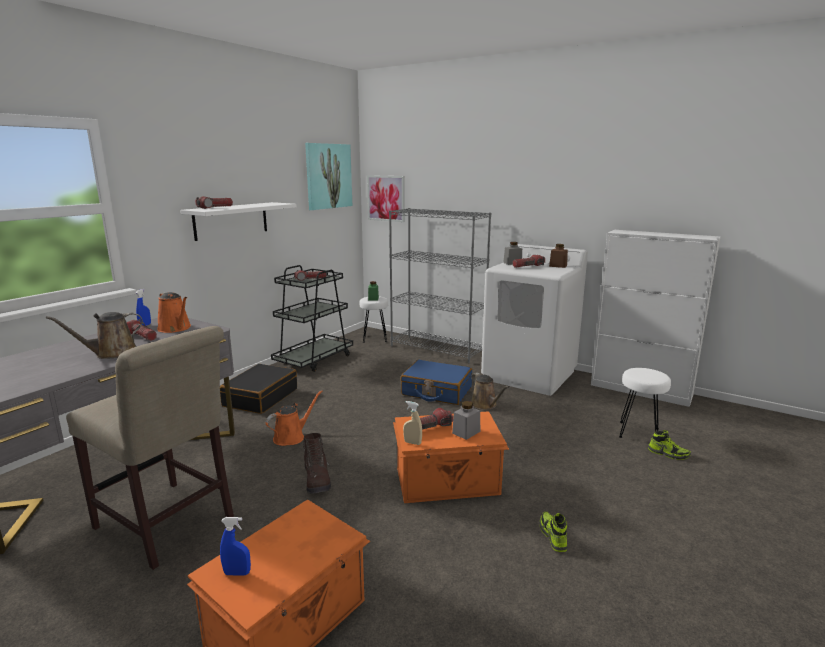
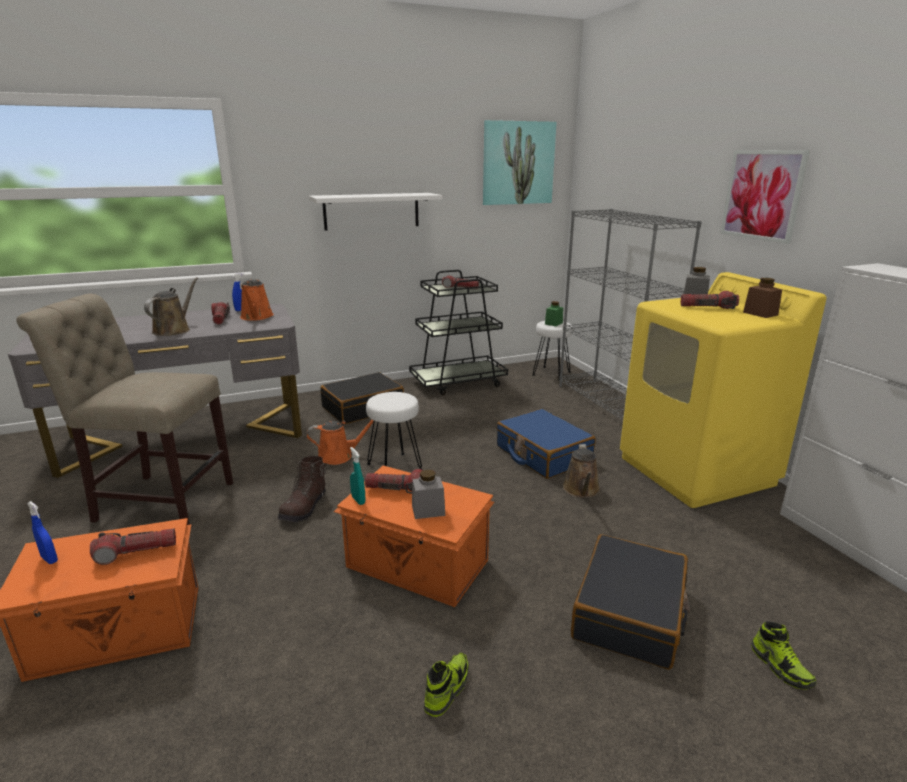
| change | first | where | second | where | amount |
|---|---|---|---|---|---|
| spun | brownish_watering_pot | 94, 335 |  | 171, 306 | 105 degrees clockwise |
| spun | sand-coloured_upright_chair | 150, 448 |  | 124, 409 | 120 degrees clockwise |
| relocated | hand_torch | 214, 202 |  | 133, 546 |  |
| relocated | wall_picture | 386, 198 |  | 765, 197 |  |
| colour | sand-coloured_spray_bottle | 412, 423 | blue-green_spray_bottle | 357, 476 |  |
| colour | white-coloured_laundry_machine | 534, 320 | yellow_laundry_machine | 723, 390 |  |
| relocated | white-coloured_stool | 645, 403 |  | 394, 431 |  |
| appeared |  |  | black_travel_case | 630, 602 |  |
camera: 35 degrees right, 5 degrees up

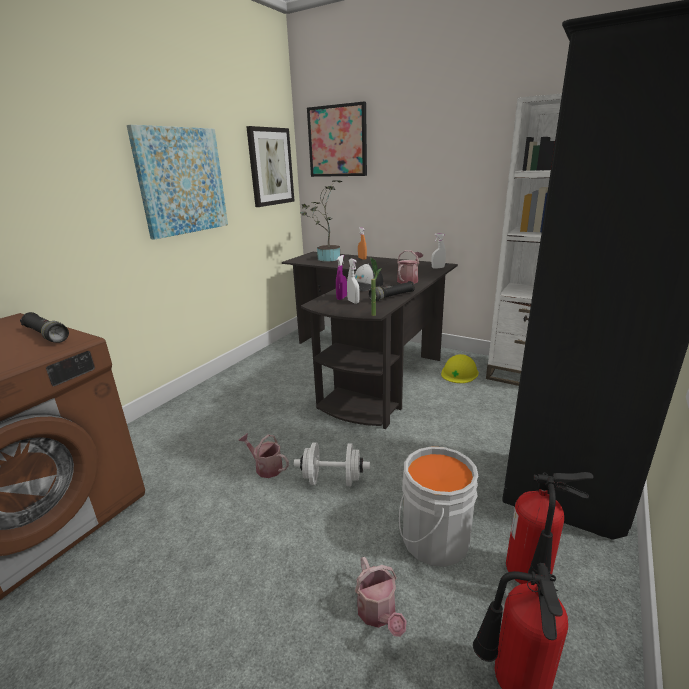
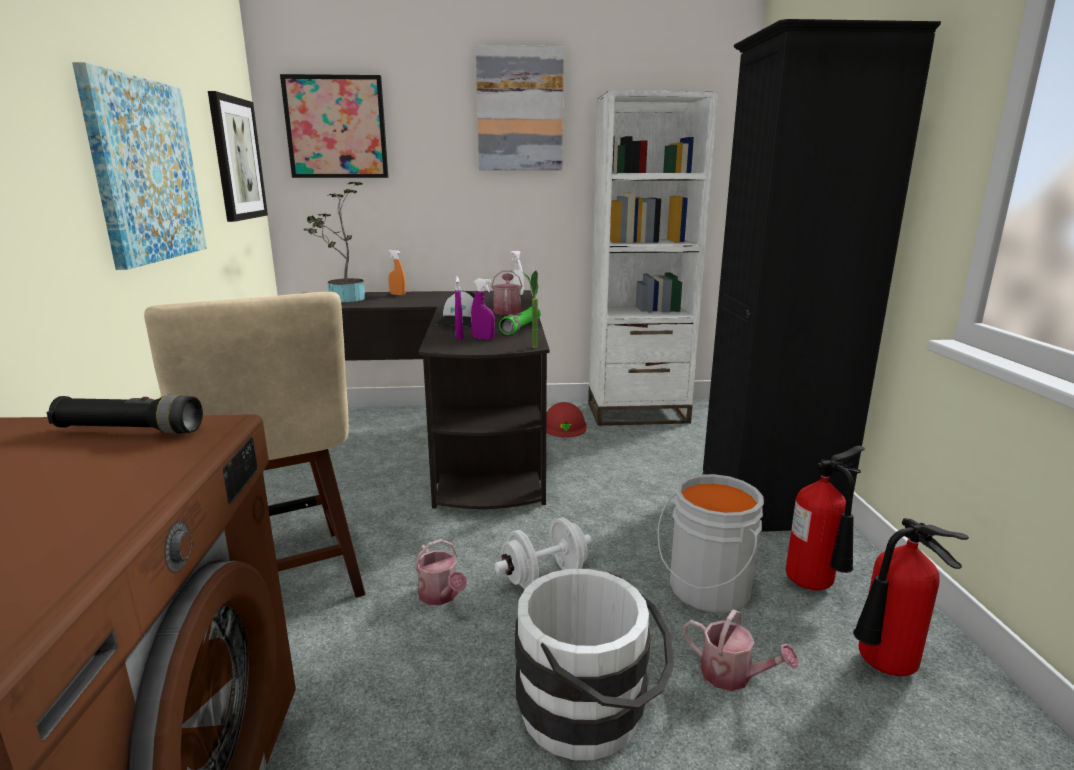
| change | first | where | second | where | amount |
|---|---|---|---|---|---|
| spun | watering_pot | 263, 455 |  | 441, 572 | 120 degrees counterclockwise |
| colour | white-coloured_spray_bottle | 353, 281 | purple-coloured_spray_bottle | 483, 309 |  |
| colour | black_hand_torch | 392, 291 | green-coloured_hand_torch | 519, 320 |  |
| colour | yellow_hard_hat | 460, 368 | red_hard_hat | 566, 419 |  |
| appeared |  |  | sand-coloured_stool | 254, 445 |  |
| appeared |  |  | wall_picture | 520, 107 |  |
| appeared |  |  | white-coloured_bucket | 594, 664 |  |
camera: 35 degrees left, 5 degrees down

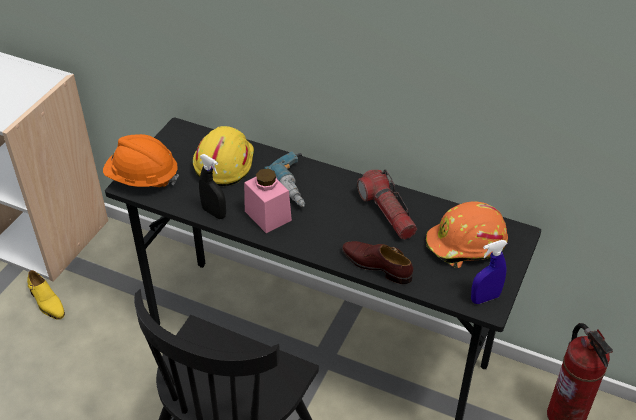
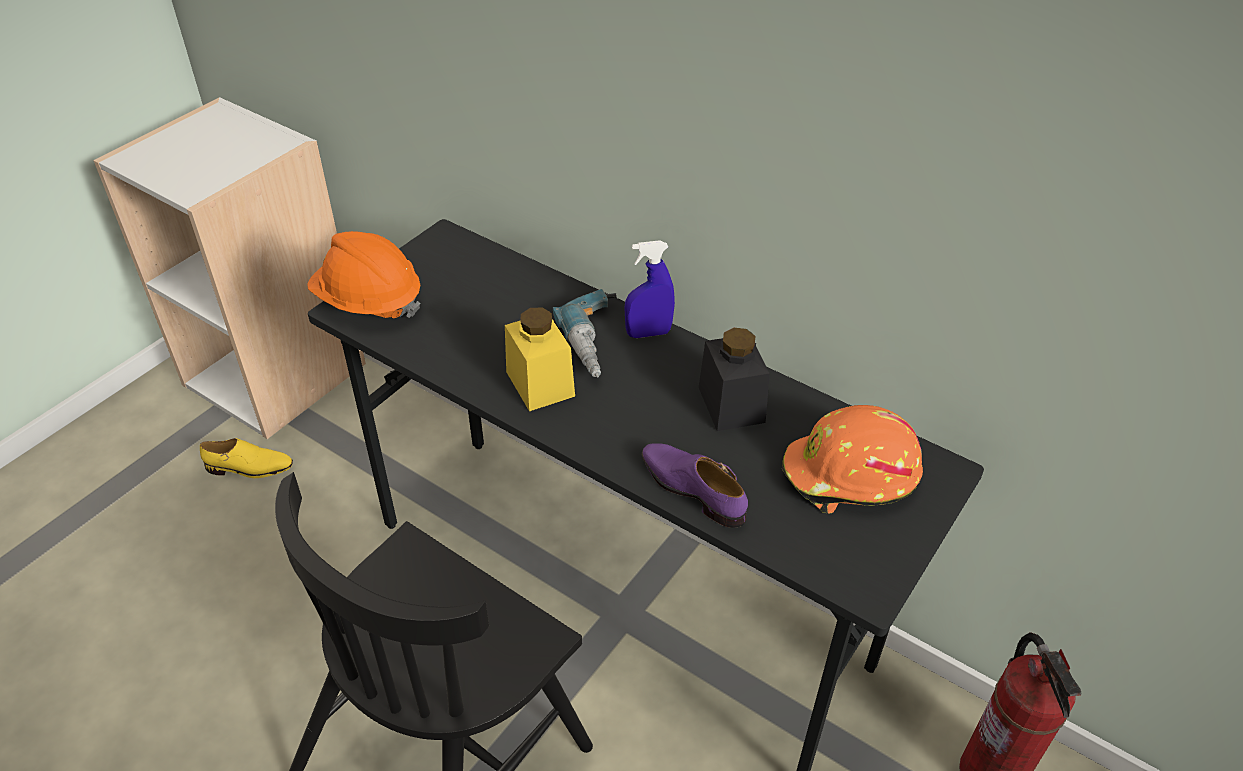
| change | first | where | second | where | amount |
|---|---|---|---|---|---|
| spun | yellow_low_shoe | 46, 295 |  | 246, 458 | 60 degrees counterclockwise |
| missing | yellow_hard_hat | 223, 156 |  |  |  |
| missing | black_spray_bottle | 212, 186 |  |  |  |
| colour | pinkish_jar | 268, 200 | yellow_jar | 540, 359 |  |
| colour | brownish_low_shoe | 377, 262 | purple-coloured_low_shoe | 695, 485 |  |
| exchanged | hand_torch | 387, 204 | black_jar | 734, 379 |  |
| relocated | bluish_spray_bottle | 489, 272 |  | 649, 289 |  |
camera: 10 degrees right, 0 degrees up

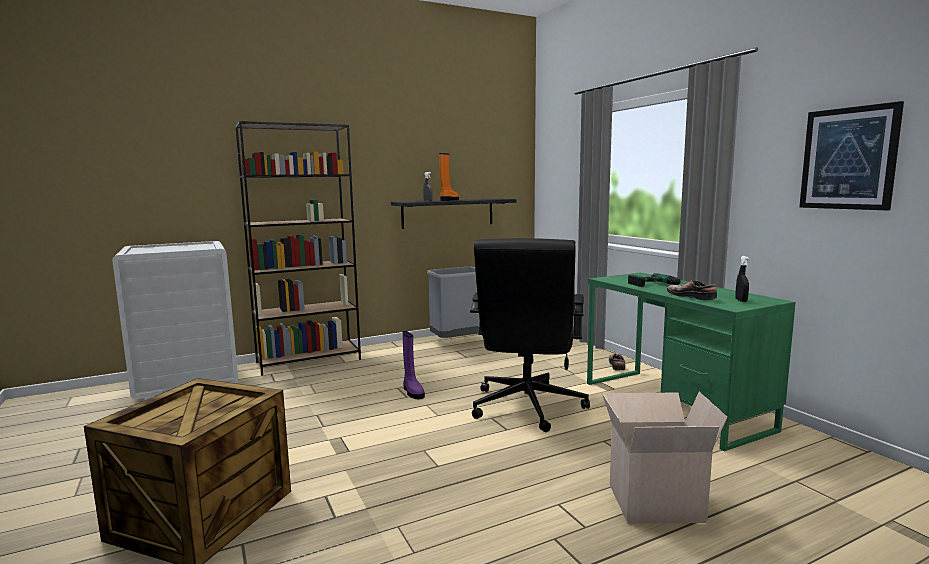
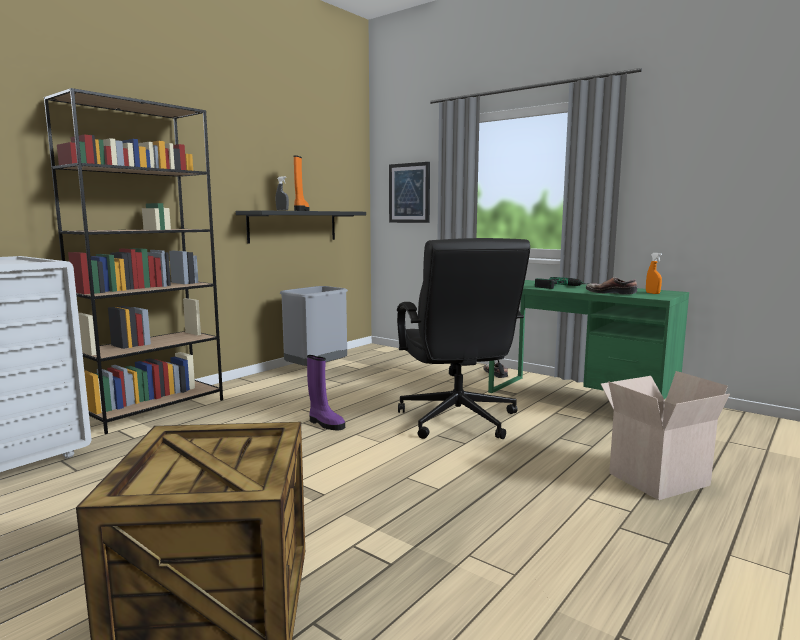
| change | first | where | second | where | amount |
|---|---|---|---|---|---|
| colour | black_spray_bottle | 742, 279 | orange_spray_bottle | 654, 273 |  |
| relocated | wall_picture | 851, 155 |  | 409, 192 |  |
camera: 25 degrees left, 0 degrees up

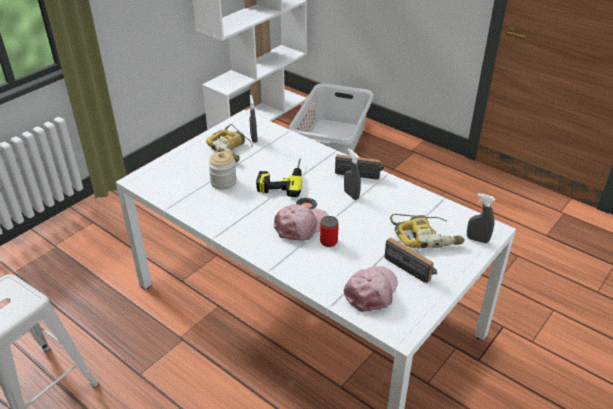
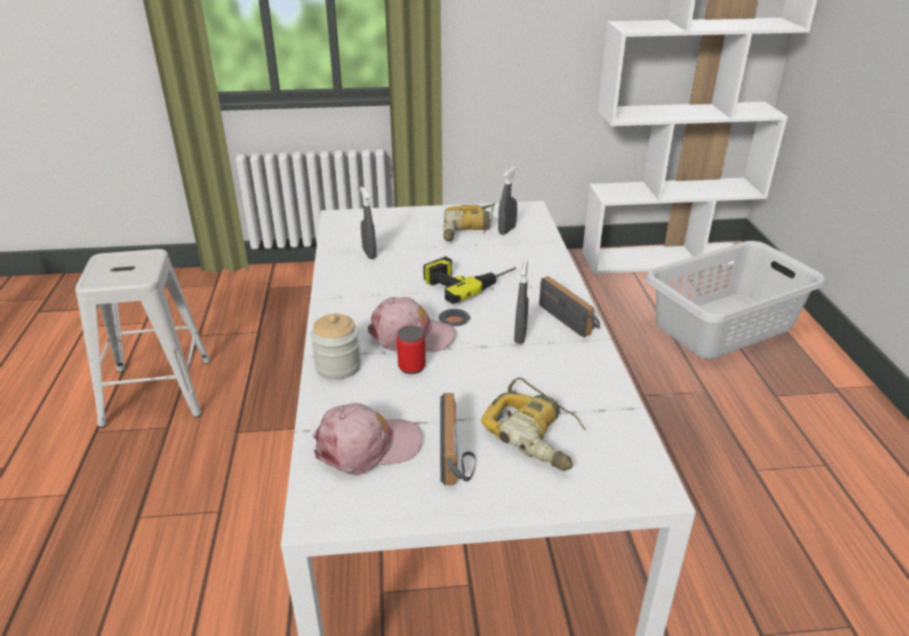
| change | first | where | second | where | amount |
|---|---|---|---|---|---|
| relocated | jar | 222, 171 |  | 336, 347 |  |
| relocated | greyish_spray_bottle | 481, 218 |  | 369, 223 |  |
camera: 45 degrees right, 5 degrees down

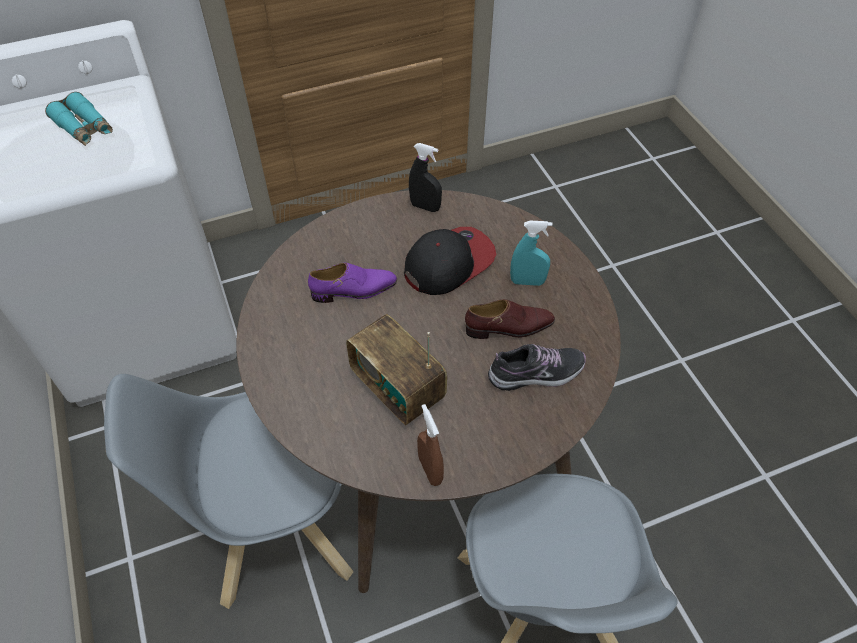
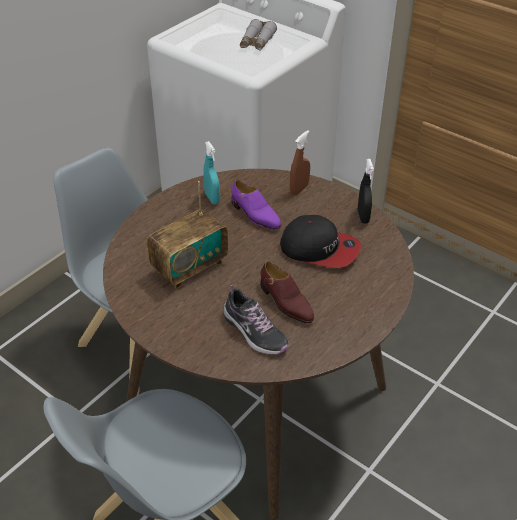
| change | first | where | second | where | amount |
|---|---|---|---|---|---|
| colour | blue-green_binoculars | 79, 119 | greyish_binoculars | 258, 35 |  |
| spun | radio_set | 396, 370 |  | 187, 235 | 150 degrees counterclockwise |
| relocated | brownish_spray_bottle | 430, 445 |  | 300, 162 |  |
| relocated | blue-green_spray_bottle | 531, 253 |  | 211, 173 |  |
camera: 60 degrees right, 10 degrees down

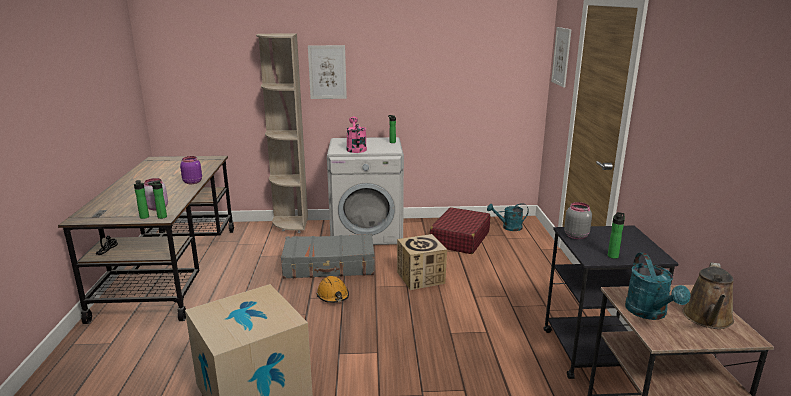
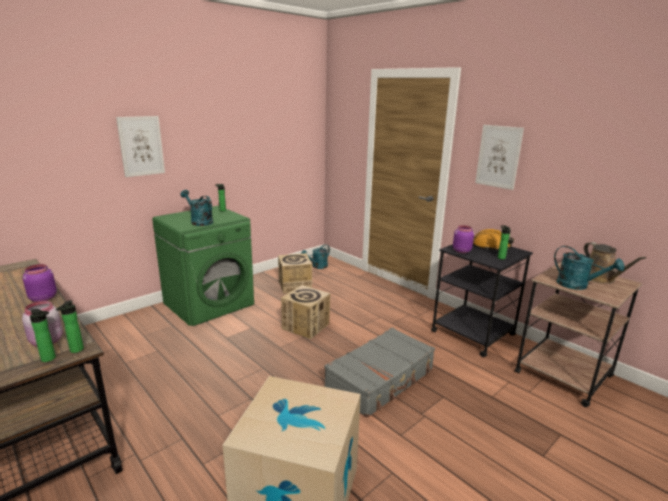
| change | first | where | second | where | amount |
|---|---|---|---|---|---|
| missing | sand-coloured_shelving_unit | 282, 133 |  |  |  |
| relocated | greyish_travel_case | 328, 256 |  | 379, 372 |  |
| relocated | orange_hard_hat | 333, 289 |  | 493, 239 |  |
| colour | white-coloured_laundry_machine | 365, 191 | green-coloured_laundry_machine | 203, 266 |  |
| colour | pinkish_watering_pot | 357, 134 | blue-green_watering_pot | 196, 208 |  |
| exchanged | red_travel_case | 460, 230 | carton | 295, 273 |  |
| relocated | wall_picture | 561, 57 |  | 499, 157 |  |
| colour | greyish_jar | 578, 220 | purple-coloured_jar | 463, 239 |  |
camera: 40 degrees left, 0 degrees up

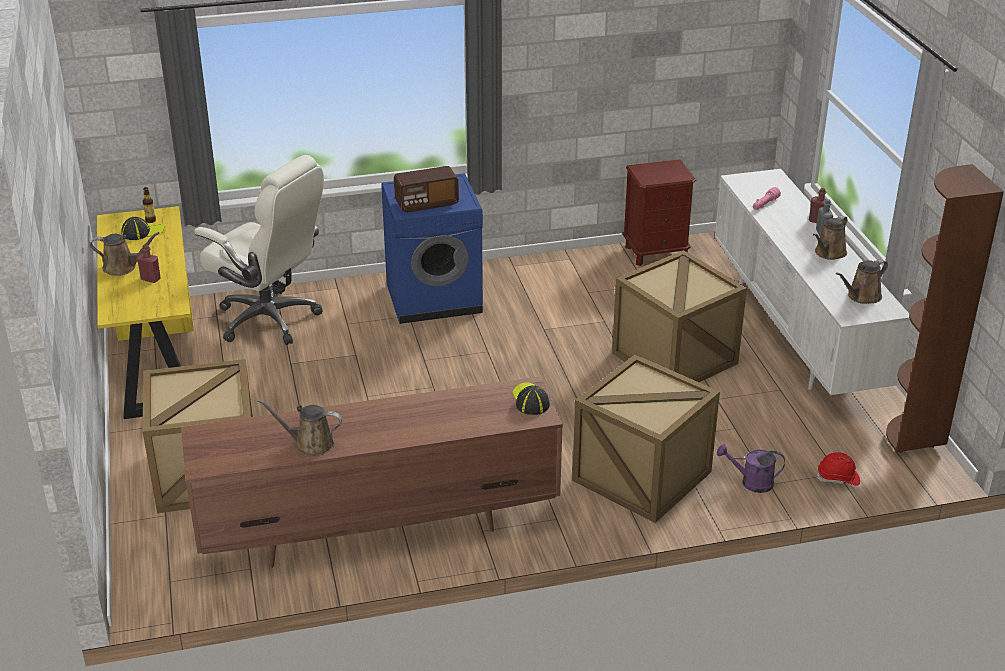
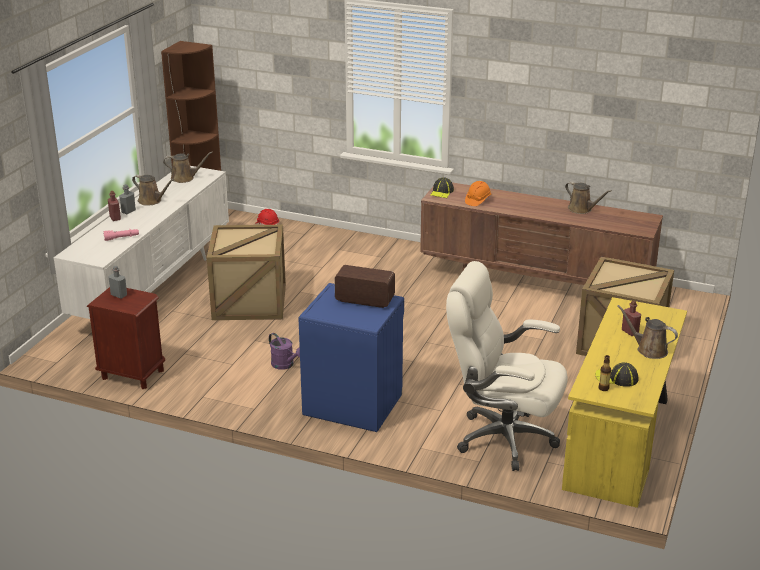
| change | first | where | second | where | amount |
|---|---|---|---|---|---|
| spun | white-coloured_office_chair | 259, 250 |  | 507, 366 | 45 degrees counterclockwise |
| missing | packing_crate | 646, 439 |  |  |  |
| relocated | purple-coloured_watering_pot | 751, 468 |  | 284, 351 |  |
| spun | brownish_watering_pot | 830, 237 |  | 153, 190 | 45 degrees clockwise |
| appeared |  |  | greyish_drink_bottle | 117, 282 |  |
| appeared |  |  | orange_hard_hat | 478, 193 |  |
camera: 145 degrees left, 5 degrees down

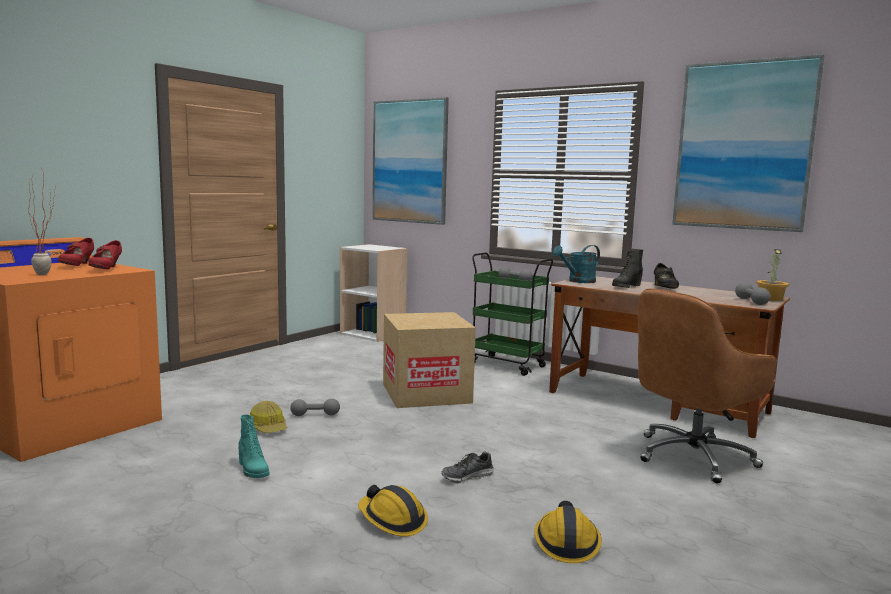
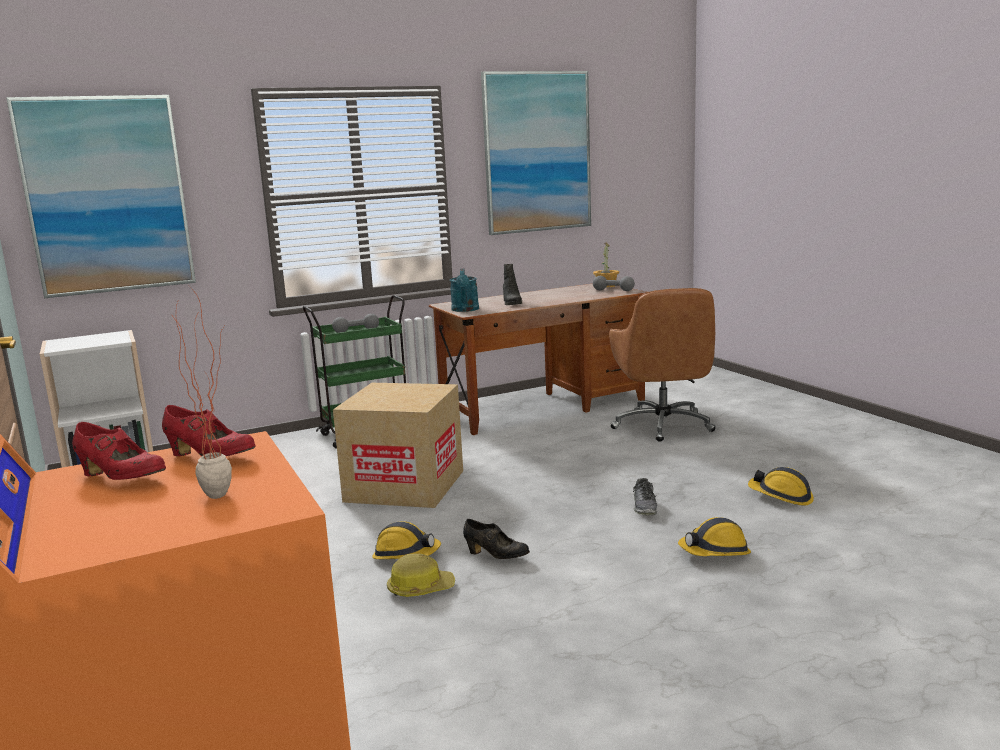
| change | first | where | second | where | amount |
|---|---|---|---|---|---|
| missing | blue-green_tall_boot | 254, 446 |  |  |  |
| exchanged | greyish_dumbbell | 315, 407 | hard_hat | 406, 540 |  |
| relocated | black_low_shoe | 666, 276 |  | 496, 539 |  |
camera: 60 degrees left, 5 degrees up

